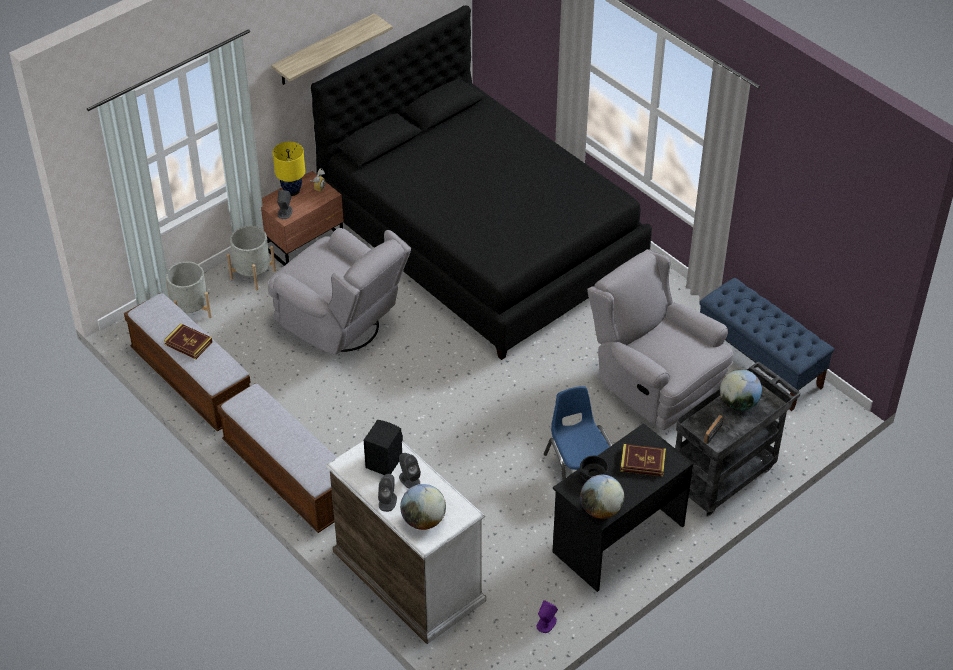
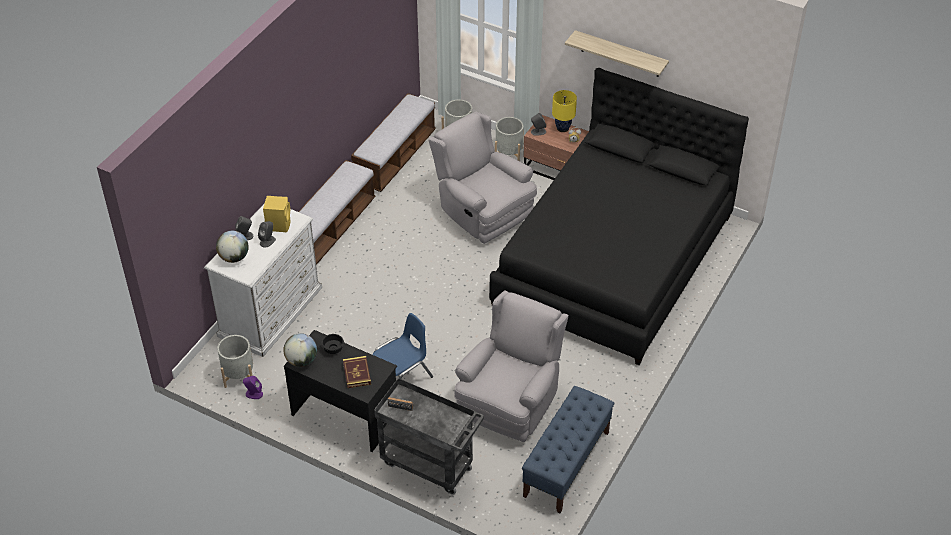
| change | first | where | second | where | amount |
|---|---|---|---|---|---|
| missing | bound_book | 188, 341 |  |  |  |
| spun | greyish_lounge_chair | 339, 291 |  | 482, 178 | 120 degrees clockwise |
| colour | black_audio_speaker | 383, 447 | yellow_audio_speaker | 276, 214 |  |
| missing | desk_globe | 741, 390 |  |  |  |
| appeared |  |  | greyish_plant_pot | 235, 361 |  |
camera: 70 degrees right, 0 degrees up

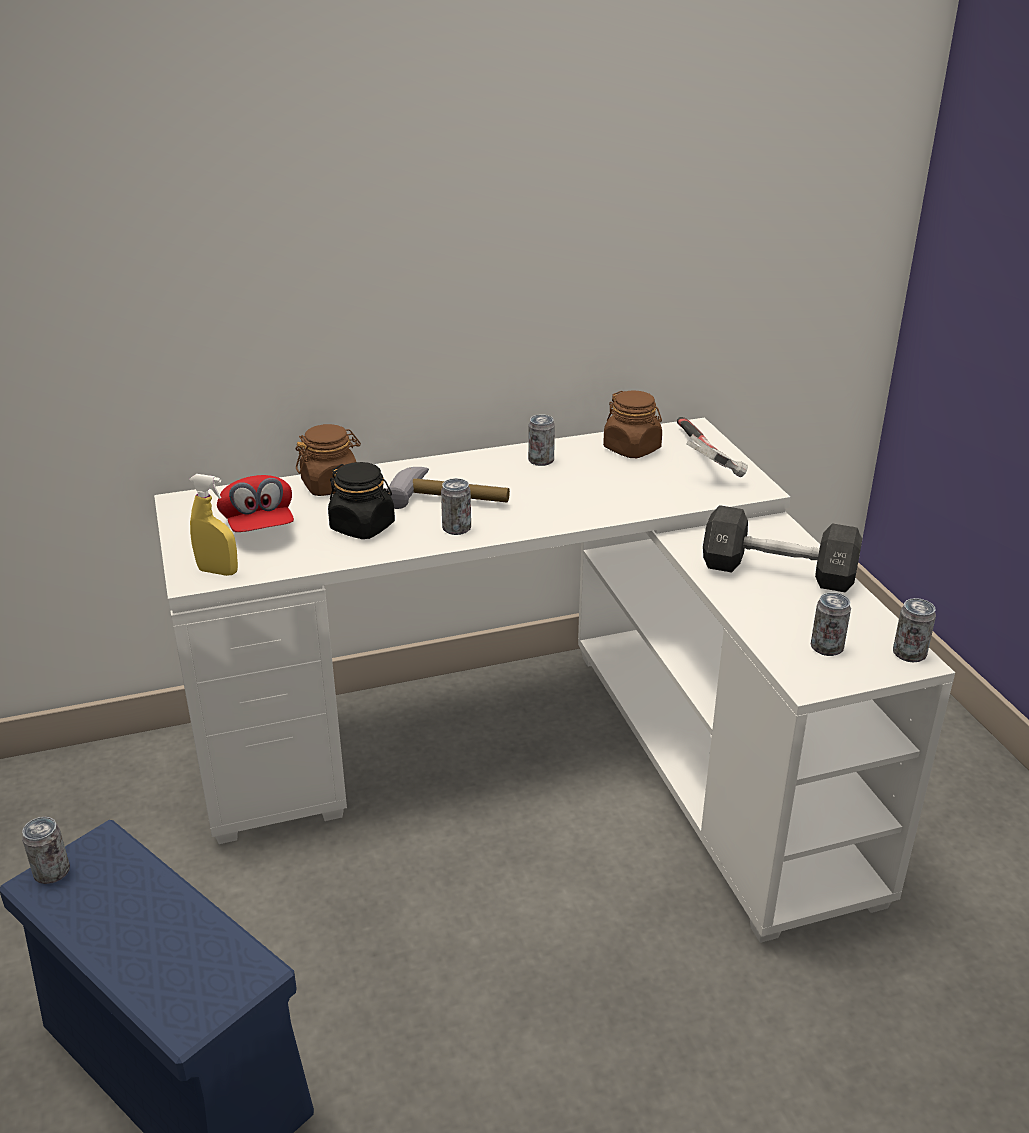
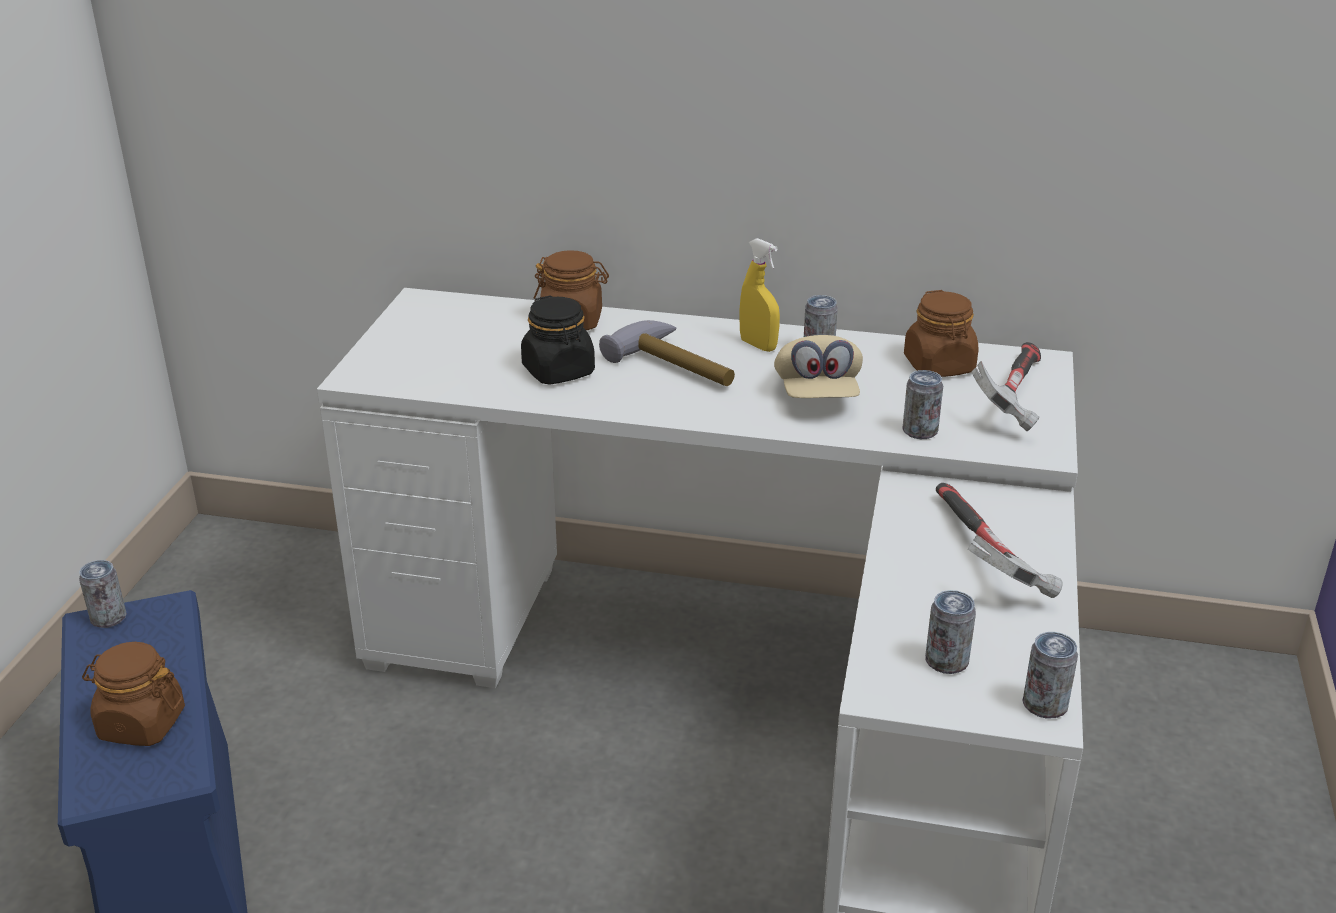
| change | first | where | second | where | amount |
|---|---|---|---|---|---|
| relocated | yellow_spray_bottle | 213, 525 |  | 759, 295 |  |
| missing | red_peaked_cap | 255, 503 |  |  |  |
| relocated | can | 456, 506 |  | 922, 404 |  |
| exchanged | black_dumbbell | 782, 548 | hand_hammer | 999, 540 |  |
| appeared |  |  | brownish_jar | 133, 694 |  |
| appeared |  |  | sand-coloured_peaked_cap | 818, 366 |  |
camera: 30 degrees right, 0 degrees up

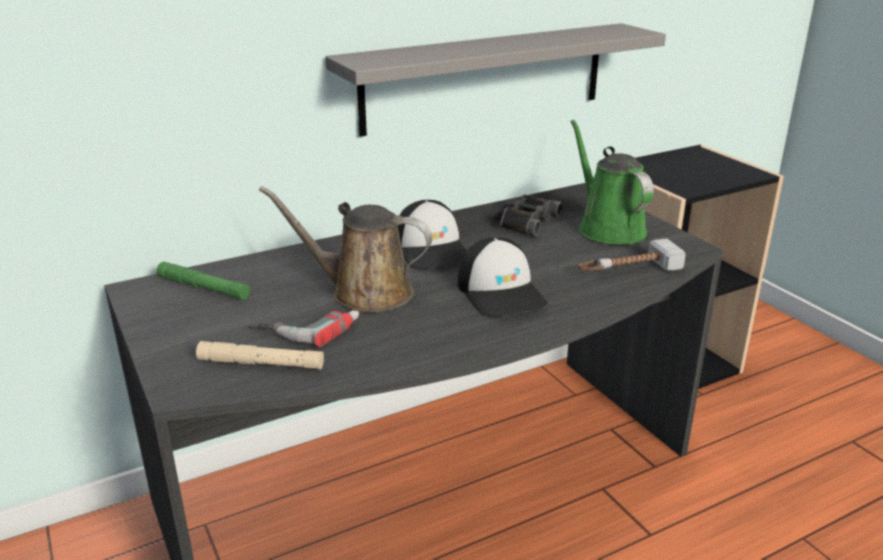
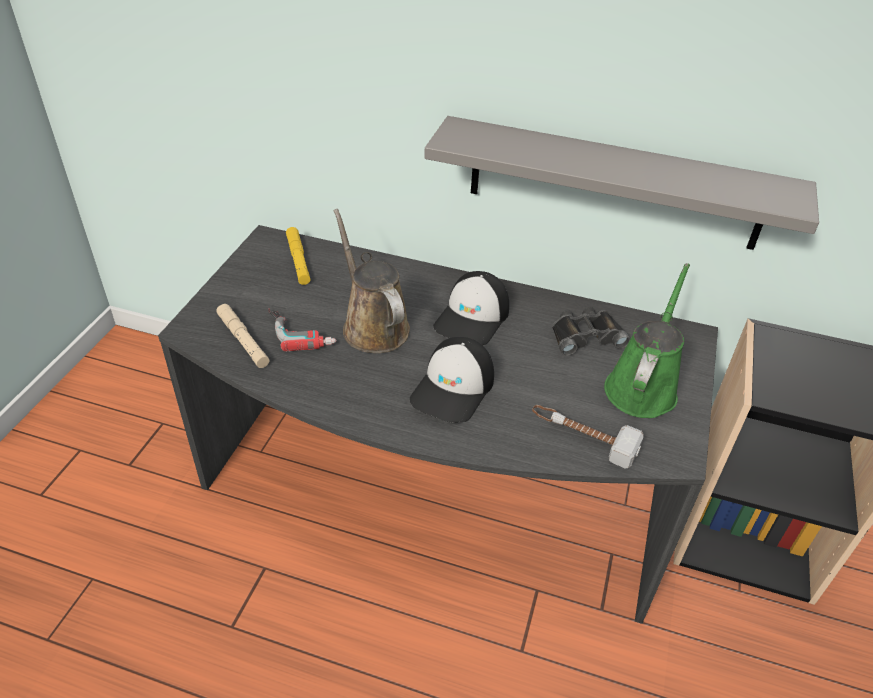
| change | first | where | second | where | amount |
|---|---|---|---|---|---|
| colour | green-coloured_hand_torch | 203, 281 | yellow_hand_torch | 298, 256 |  |
camera: 45 degrees right, 15 degrees up

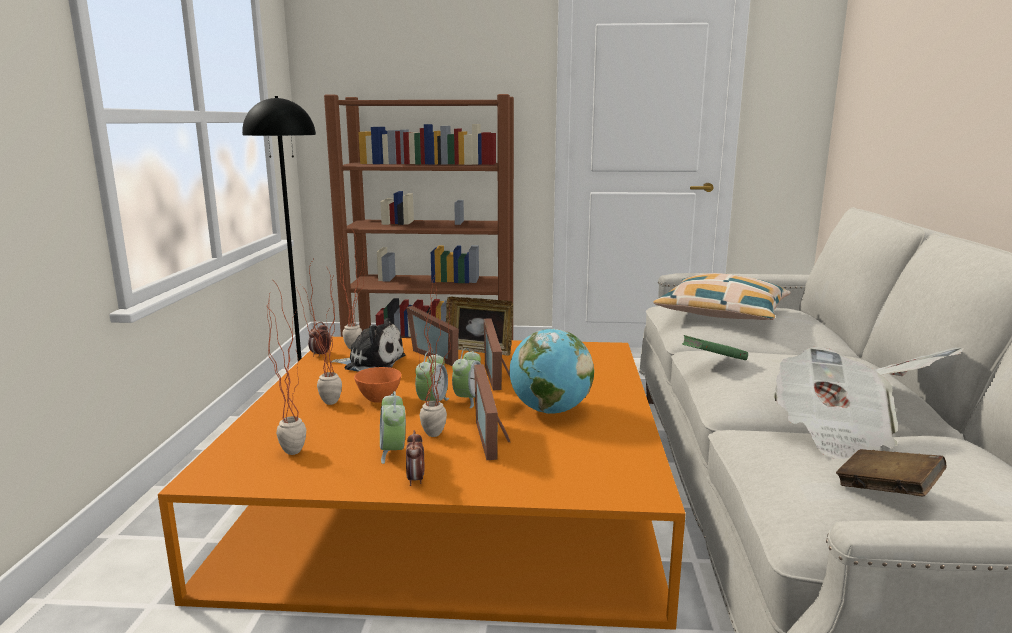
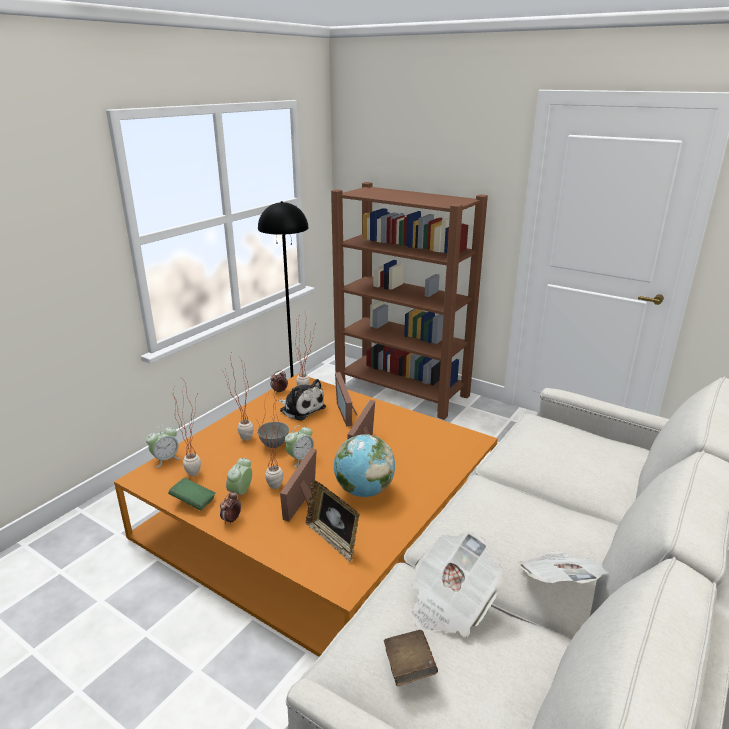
| change | first | where | second | where | amount |
|---|---|---|---|---|---|
| colour | orange_serving_bowl | 377, 385 | greyish_serving_bowl | 273, 435 |  |
| relocated | photo_frame | 479, 326 |  | 333, 521 |  |
| relocated | table_clock | 466, 378 |  | 163, 447 |  |
| missing | throw_pillow | 722, 296 |  |  |  |
| relocated | green-coloured_bound_book | 715, 347 |  | 192, 493 |  |
camera: 30 degrees right, 10 degrees up

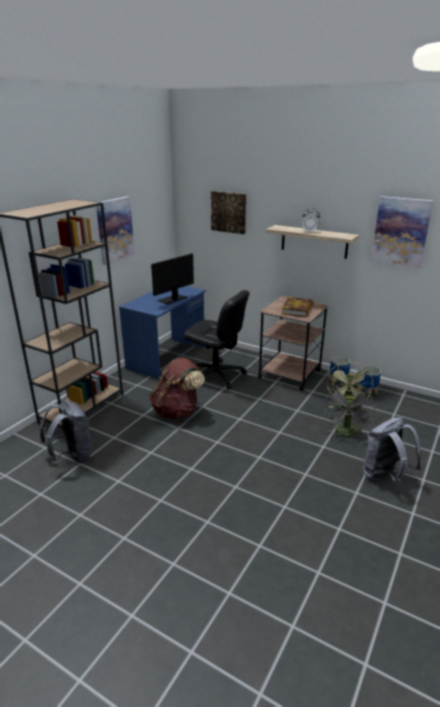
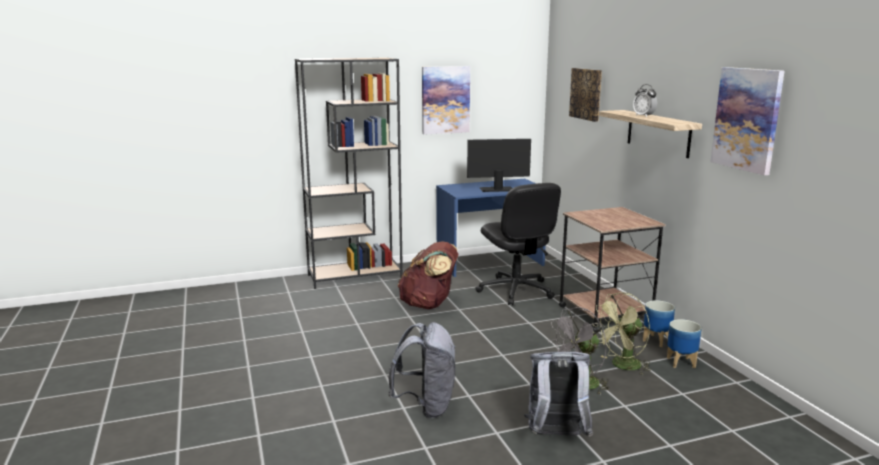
| change | first | where | second | where | amount |
|---|---|---|---|---|---|
| relocated | greyish_rucksack | 66, 431 |  | 422, 370 |  |
| missing | bound_book | 297, 307 |  |  |  |
camera: 40 degrees right, 10 degrees down

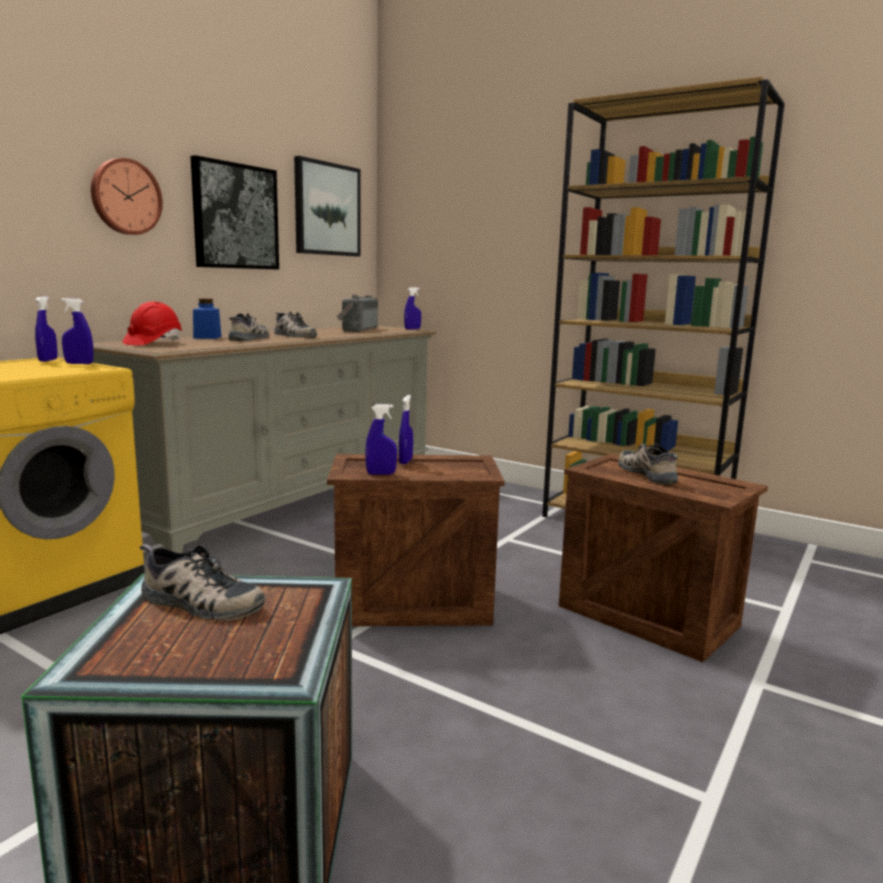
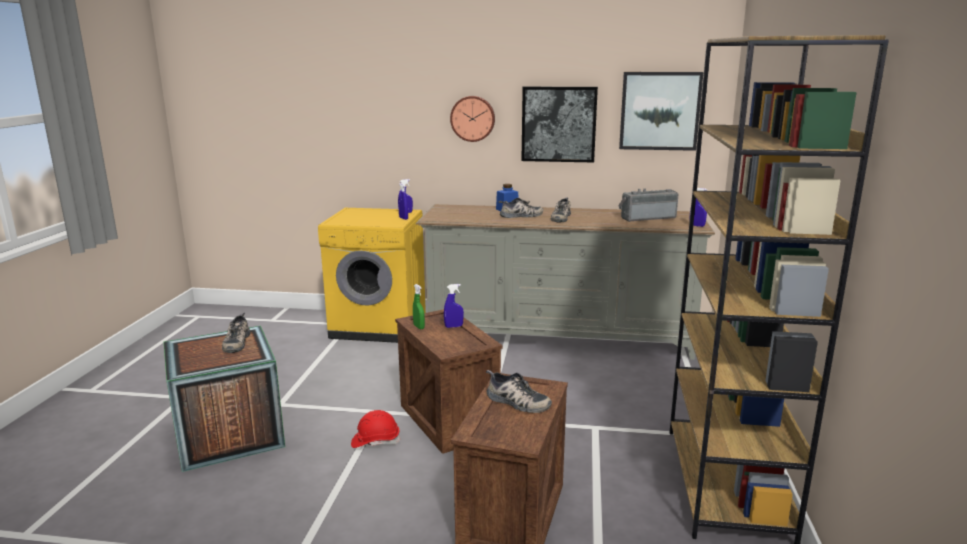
| change | first | where | second | where | amount |
|---|---|---|---|---|---|
| relocated | red_hard_hat | 152, 324 |  | 375, 429 |  |
| colour | bluish_spray_bottle | 381, 439 | green-coloured_spray_bottle | 419, 306 |  |
| spun | low_shoe | 648, 464 |  | 519, 391 | 75 degrees clockwise |
camera: 65 degrees right, 5 degrees up

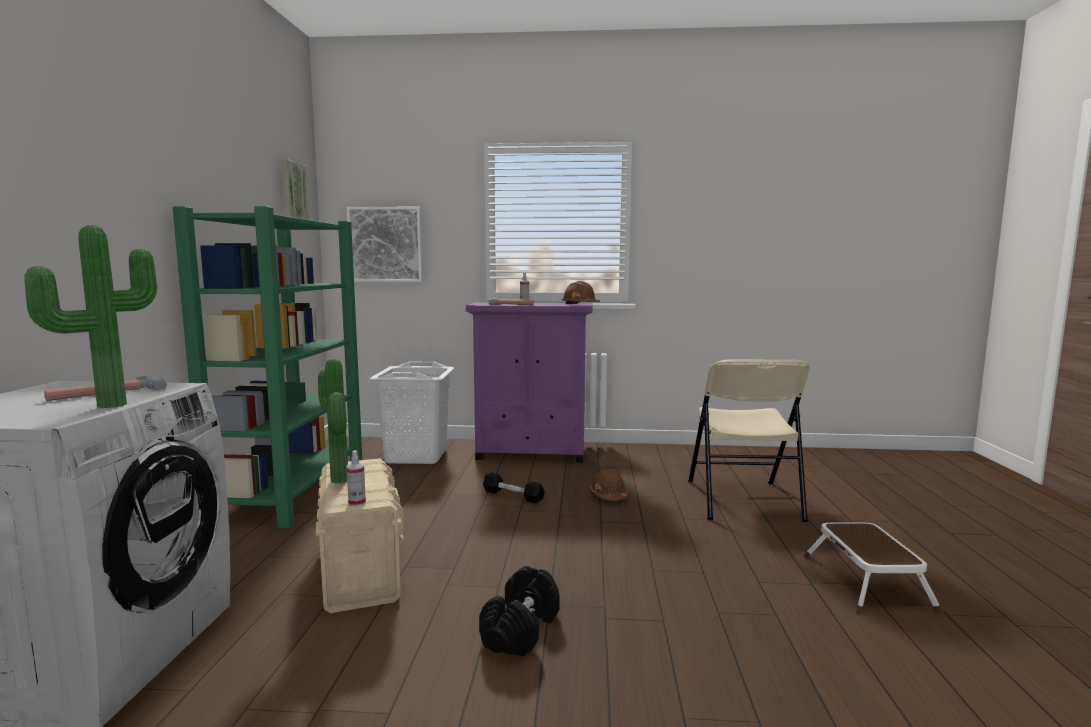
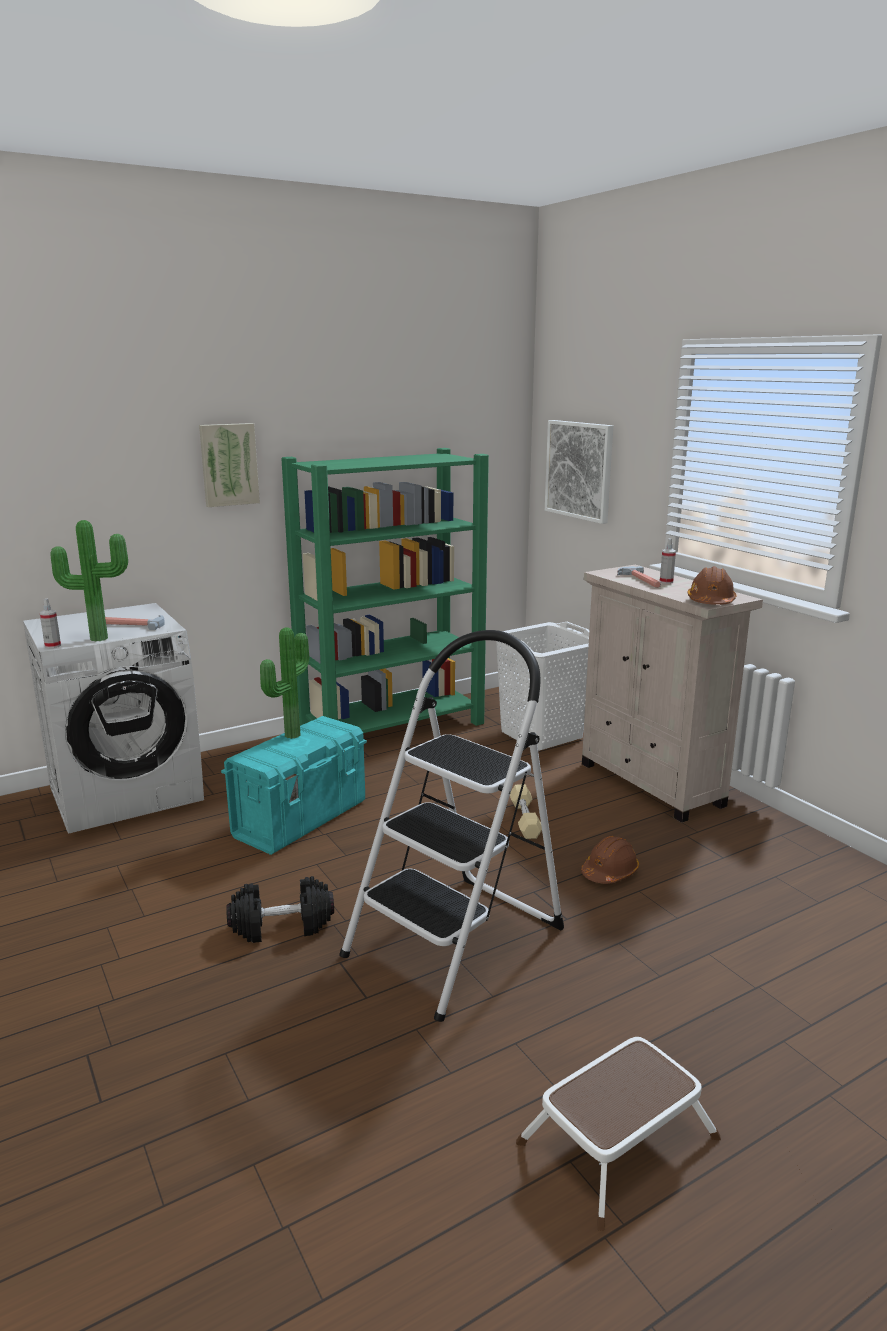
| change | first | where | second | where | amount |
|---|---|---|---|---|---|
| relocated | wall_picture | 294, 189 |  | 229, 465 |  |
| colour | sand-coloured_storage_box | 360, 535 | blue-green_storage_box | 294, 785 |  |
| relocated | spray_bottle | 356, 478 |  | 50, 623 |  |
| colour | purple-coloured_cabinet | 529, 382 | sand-coloured_cabinet | 672, 694 |  |
| colour | black_dumbbell | 514, 488 | sand-coloured_dumbbell | 526, 811 |  |
| missing | sand-coloured_upright_chair | 749, 440 |  |  |  |
| appeared |  |  | step_ladder | 451, 826 |  |
camera: 55 degrees right, 10 degrees up

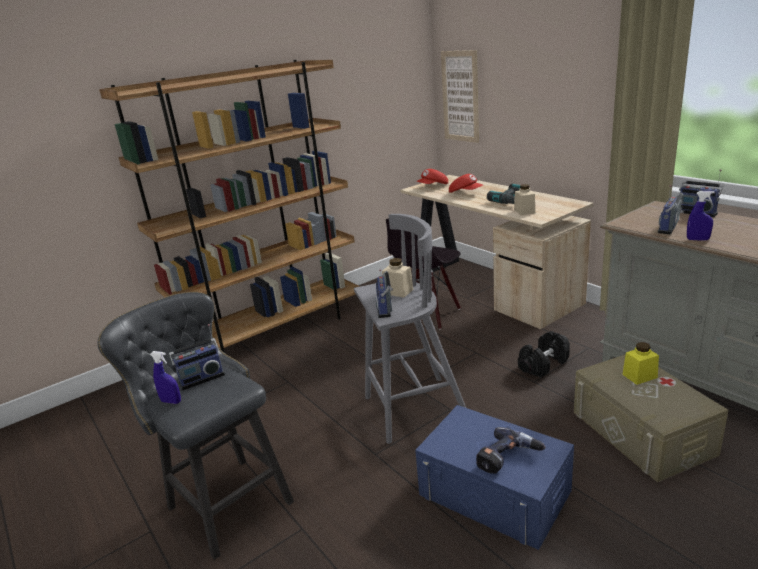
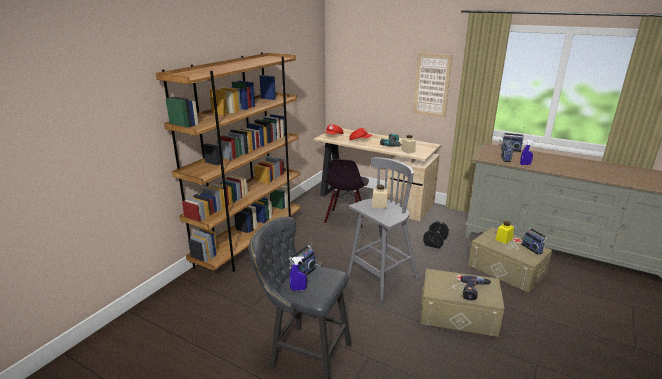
| change | first | where | second | where | amount |
|---|---|---|---|---|---|
| relocated | radio_set | 384, 293 |  | 534, 241 |  |
| colour | bluish_storage_box | 494, 477 | sand-coloured_storage_box | 462, 303 |  |
| relocated | wall_picture | 460, 96 |  | 432, 85 |  |
camera: 25 degrees left, 0 degrees up

